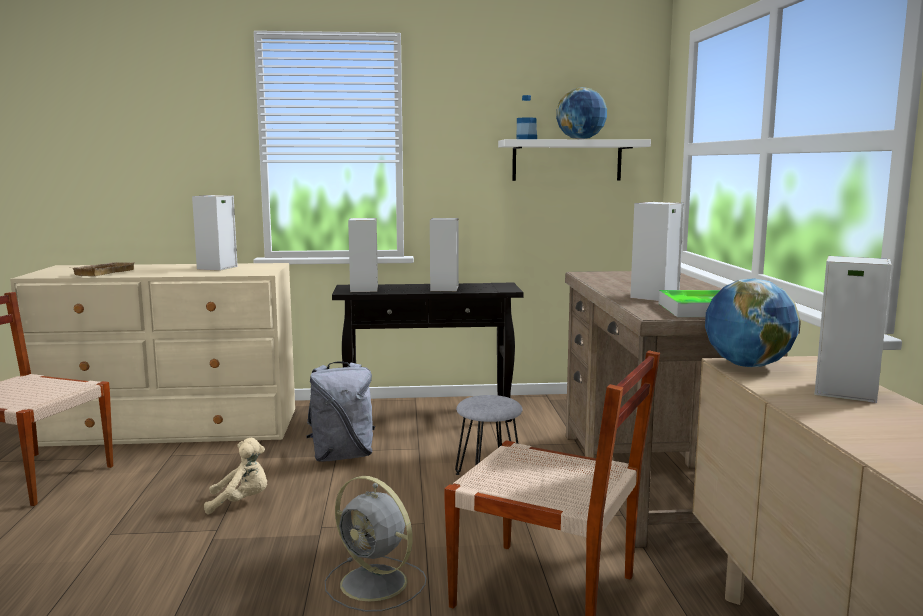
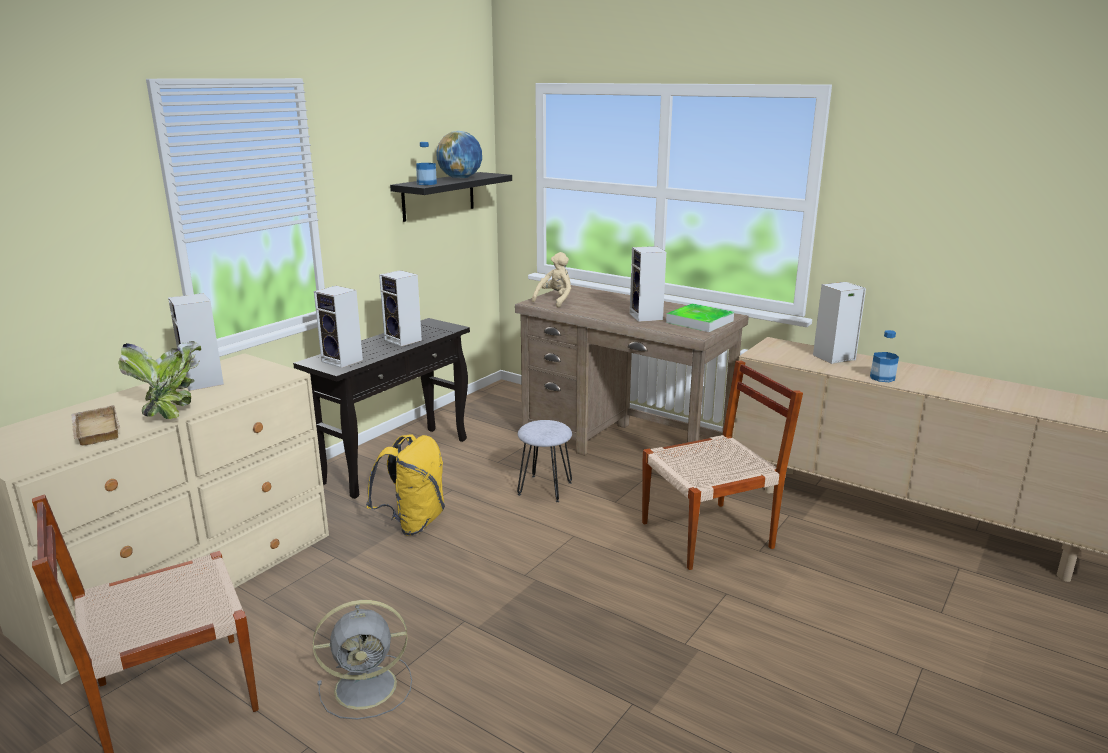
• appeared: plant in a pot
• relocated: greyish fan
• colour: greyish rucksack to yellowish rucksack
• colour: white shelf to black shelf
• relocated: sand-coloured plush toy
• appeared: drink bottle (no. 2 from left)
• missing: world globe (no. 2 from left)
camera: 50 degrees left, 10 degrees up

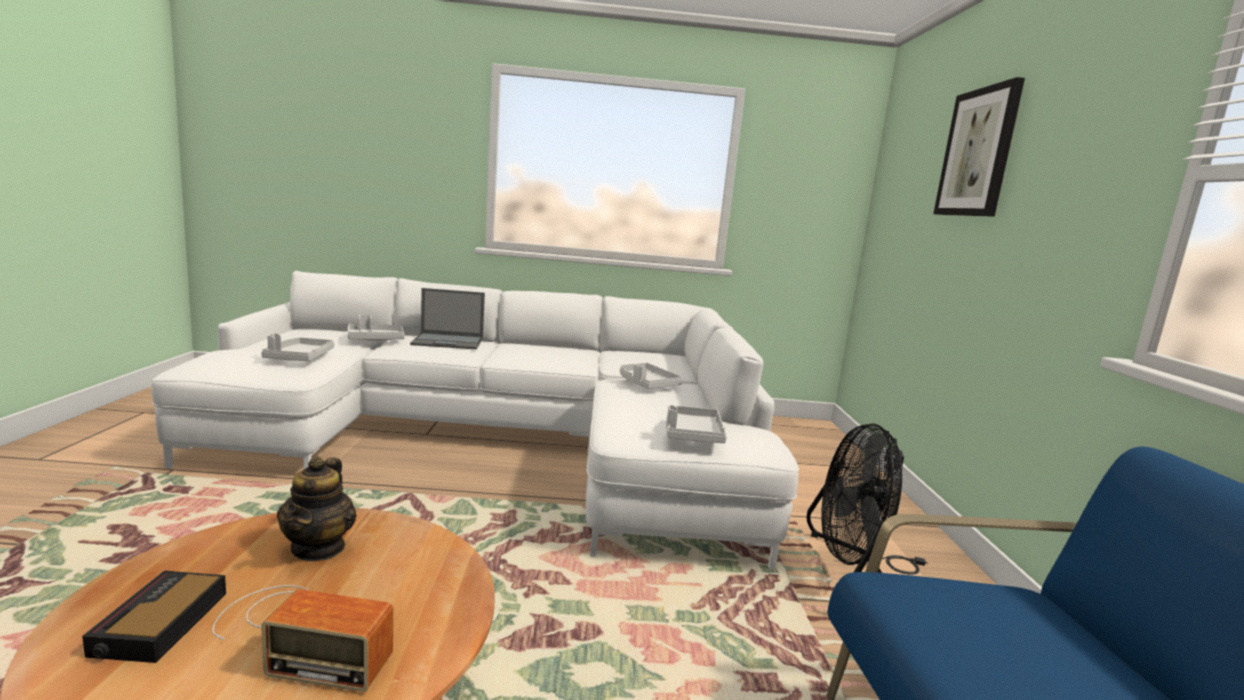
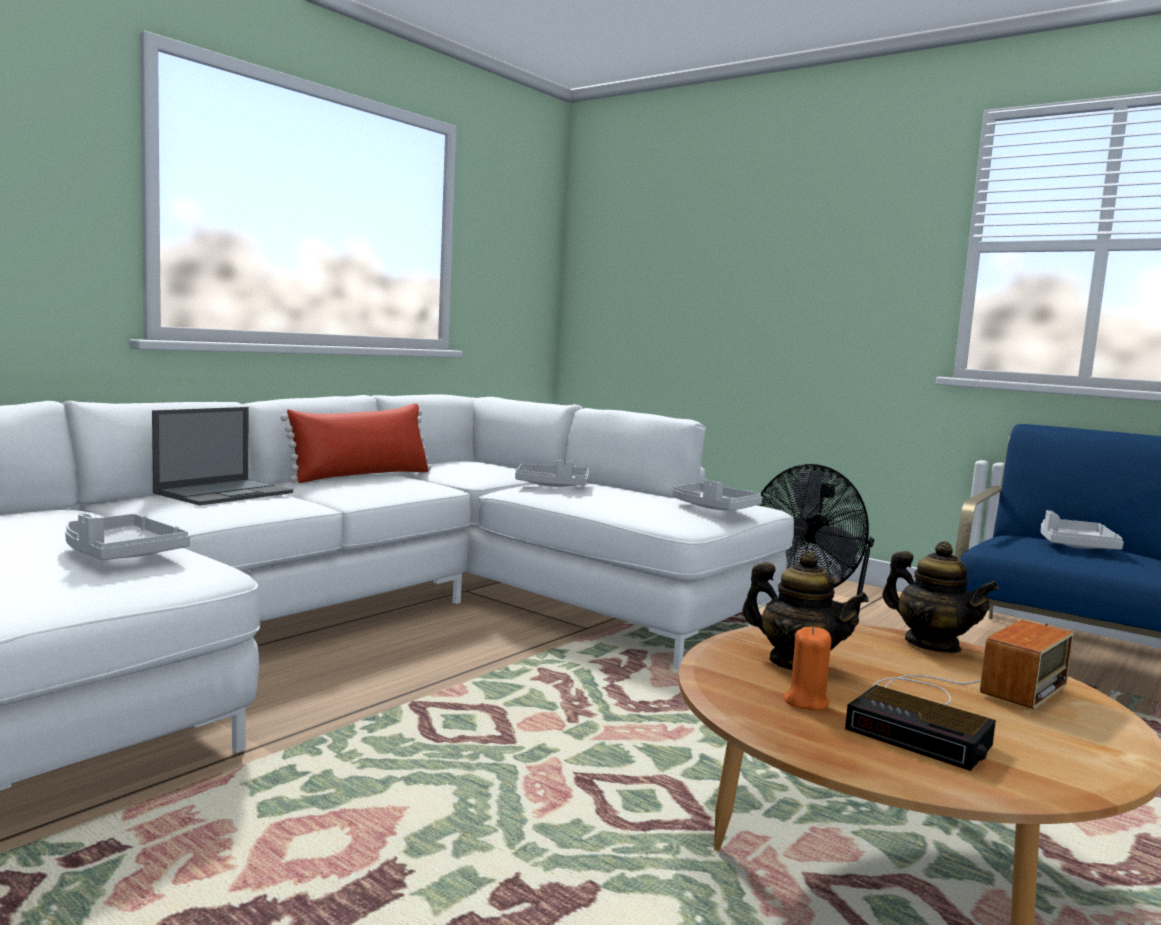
• appeared: red-coloured pillow
• appeared: orangey candle
• appeared: tea pot (no. 2 from left)
• relocated: greyish carrying tray (no. 2 from left in the first image) to greyish carrying tray (no. 4 from left)
• missing: picture
camera: 50 degrees left, 5 degrees down

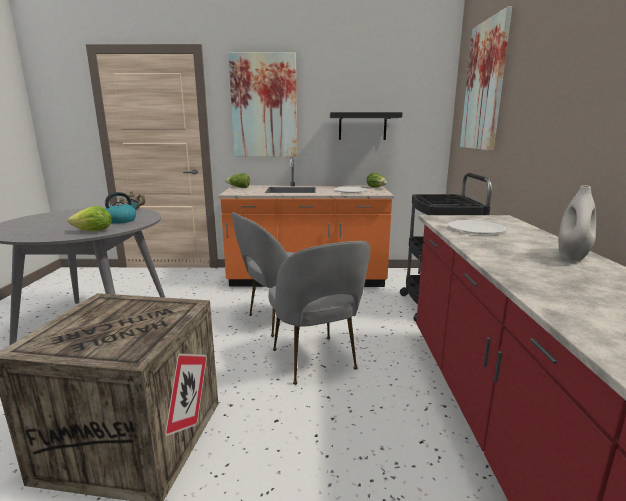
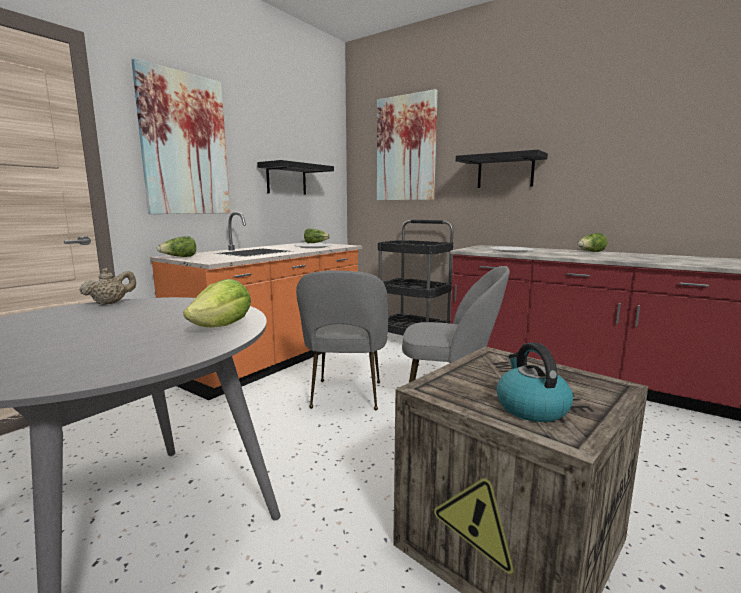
• appeared: black shelf (no. 2 from left)
• relocated: water kettle
• exchanged: white flower vase to lettuce (no. 4 from left)
camera: 55 degrees left, 5 degrees down

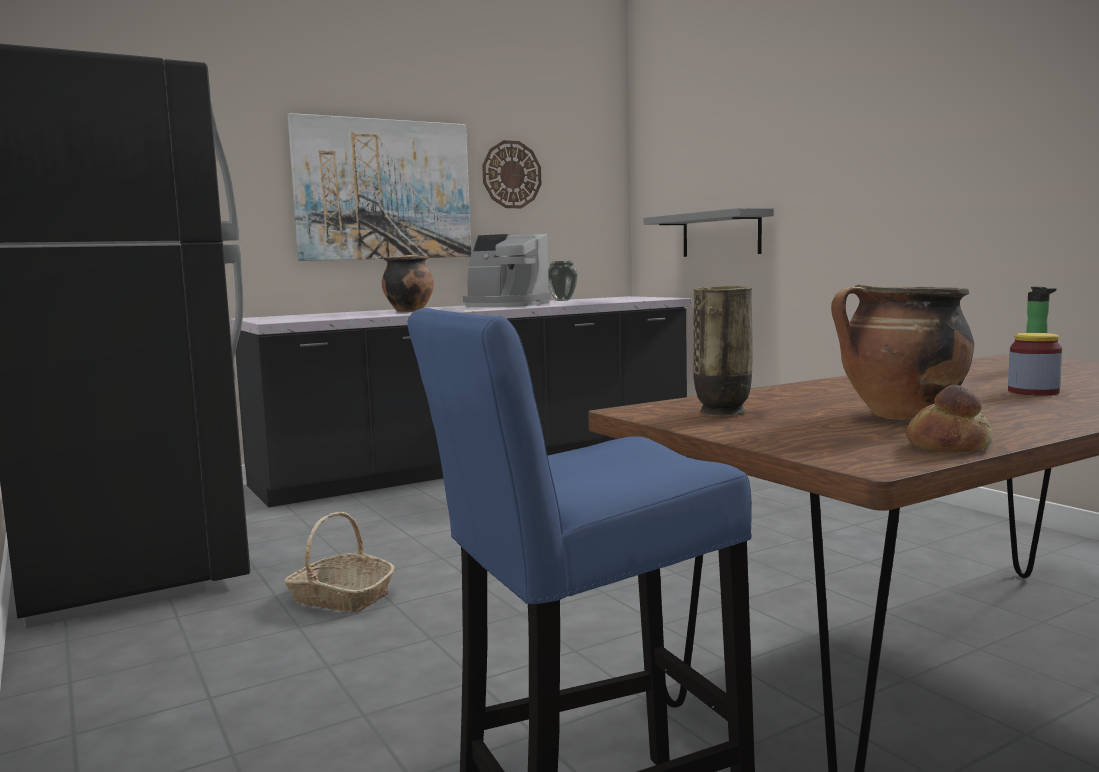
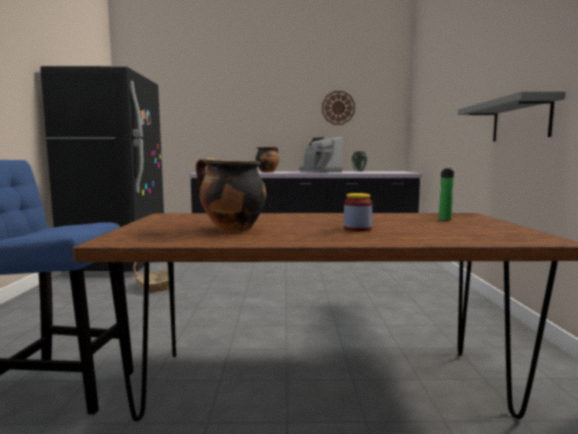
• relocated: greyish shelf
• missing: picture
• missing: flower vase (no. 2 from left)
• missing: bread
camera: 30 degrees right, 0 degrees up

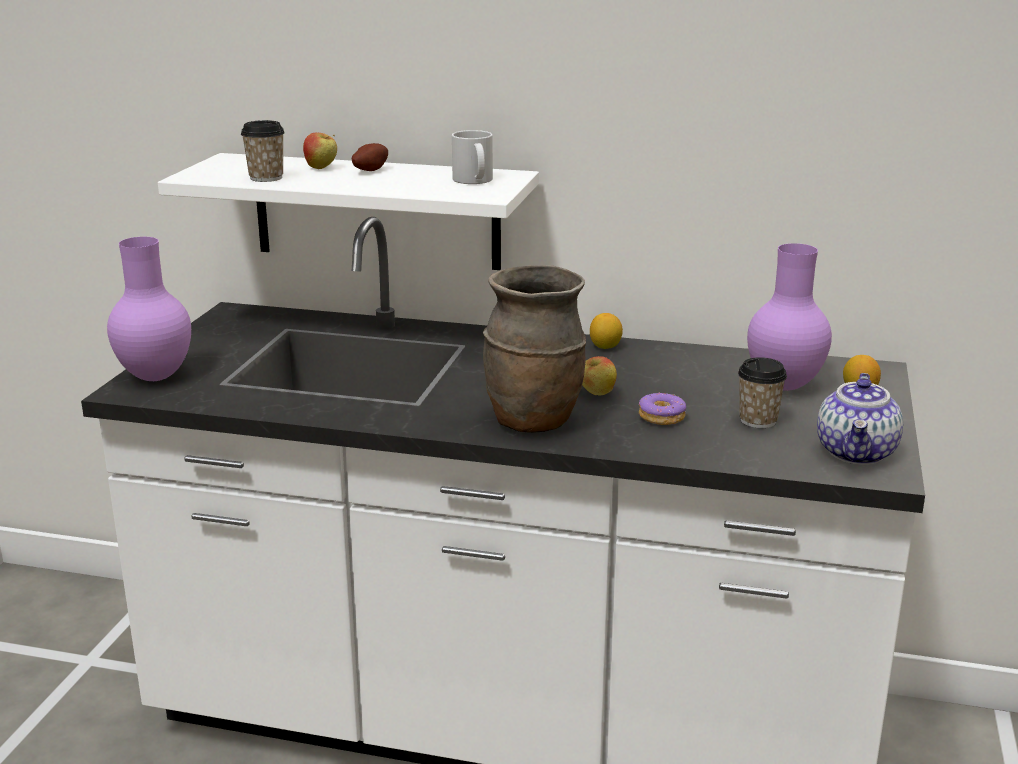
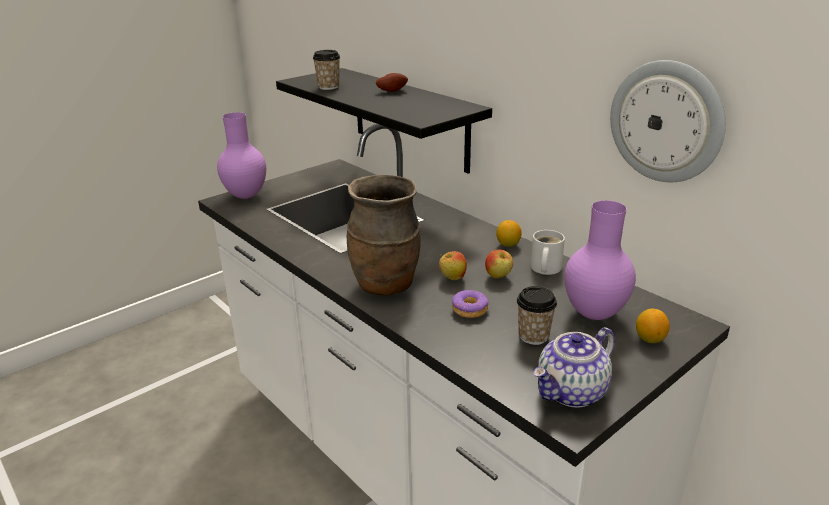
• colour: white shelf to black shelf
• relocated: apple fruit (no. 1 from left in the first image) to apple fruit (no. 2 from left)
• relocated: white mug
• appeared: clock on the wall
camera: 35 degrees right, 5 degrees up

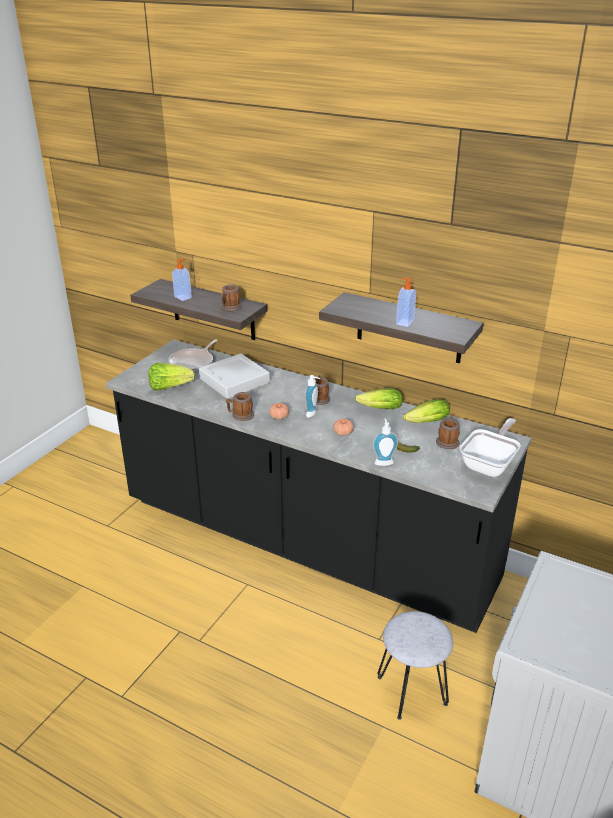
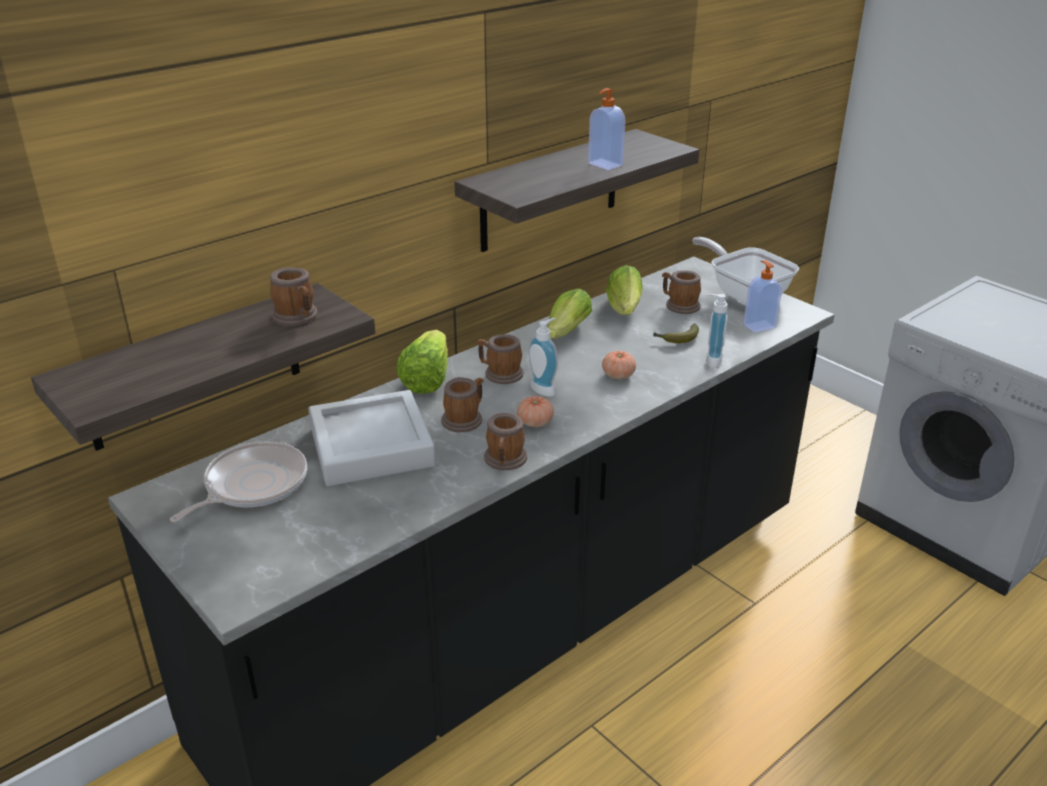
• spun: skillet (no. 1 from left) 105 degrees counterclockwise
• relocated: lettuce (no. 1 from left)
• appeared: mug (no. 2 from left)
• relocated: liquid soap bottle (no. 1 from left in the first image) to liquid soap bottle (no. 4 from left)
• missing: greyish stool
camera: 70 degrees left, 0 degrees up

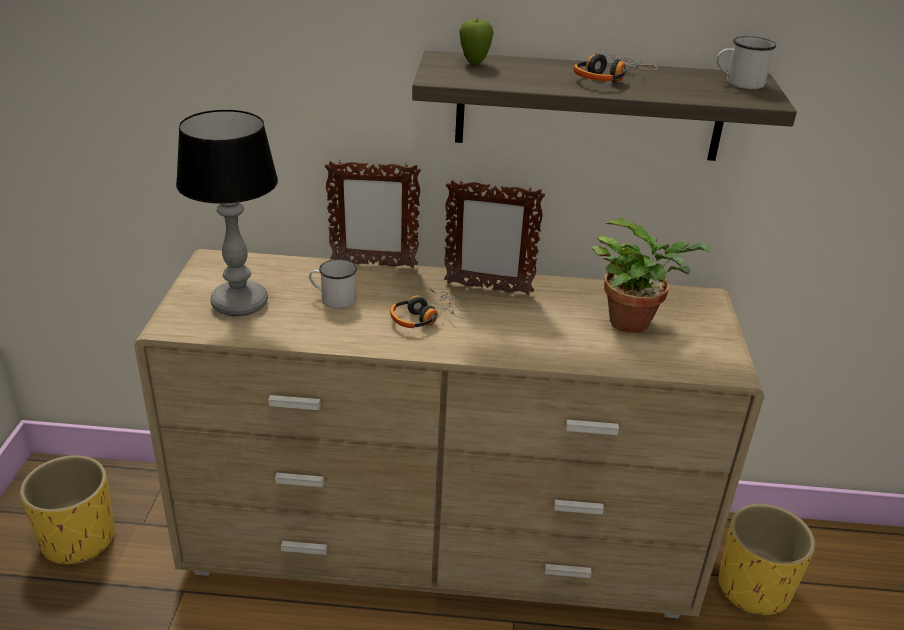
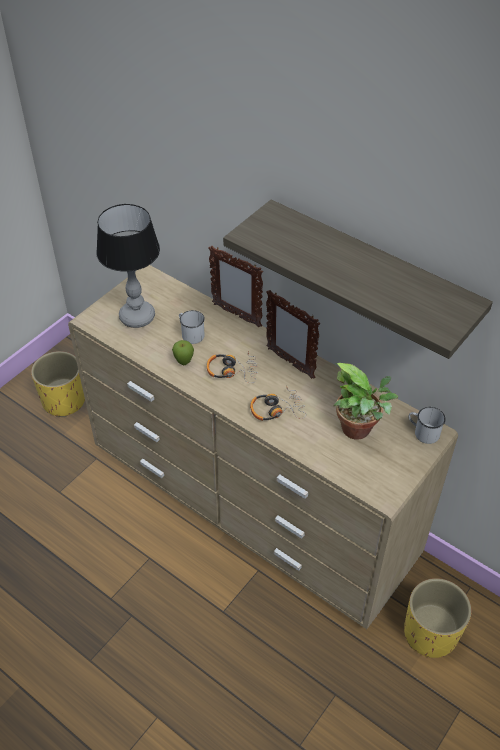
• relocated: apple fruit
• relocated: headphones (no. 2 from left)
• relocated: white mug (no. 2 from left)
camera: 35 degrees right, 15 degrees up

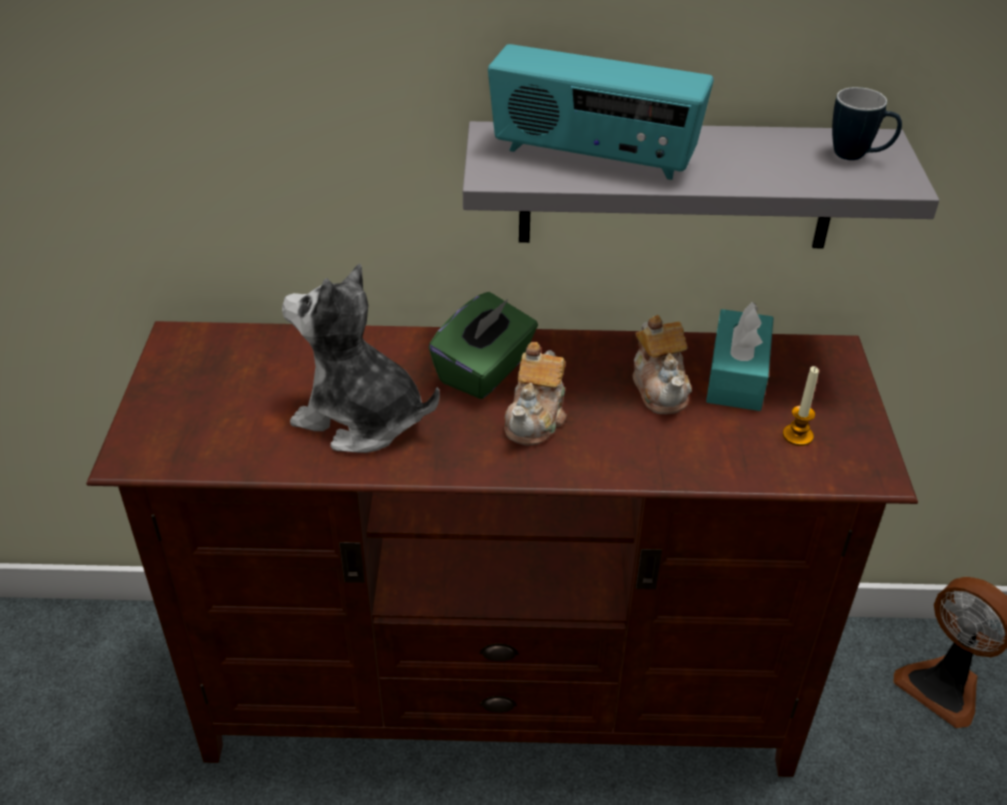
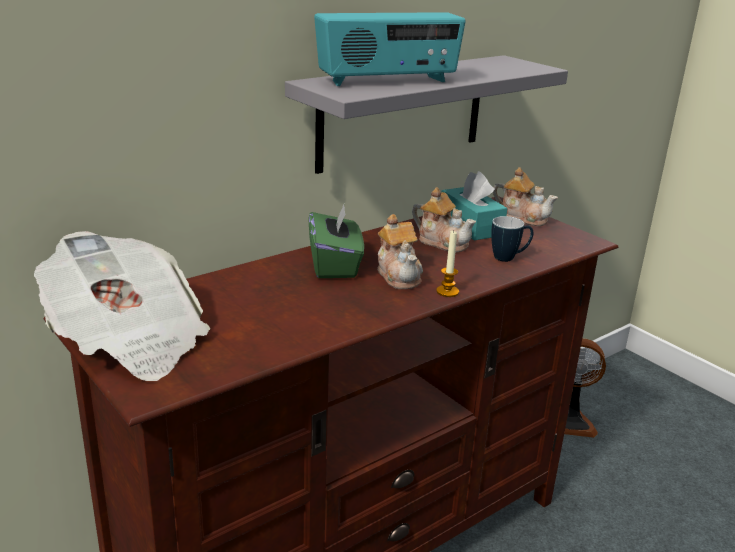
• appeared: newspaper
• relocated: candle
• relocated: mug
• appeared: tea pot (no. 3 from left)
• missing: plush toy
camera: 40 degrees left, 15 degrees down

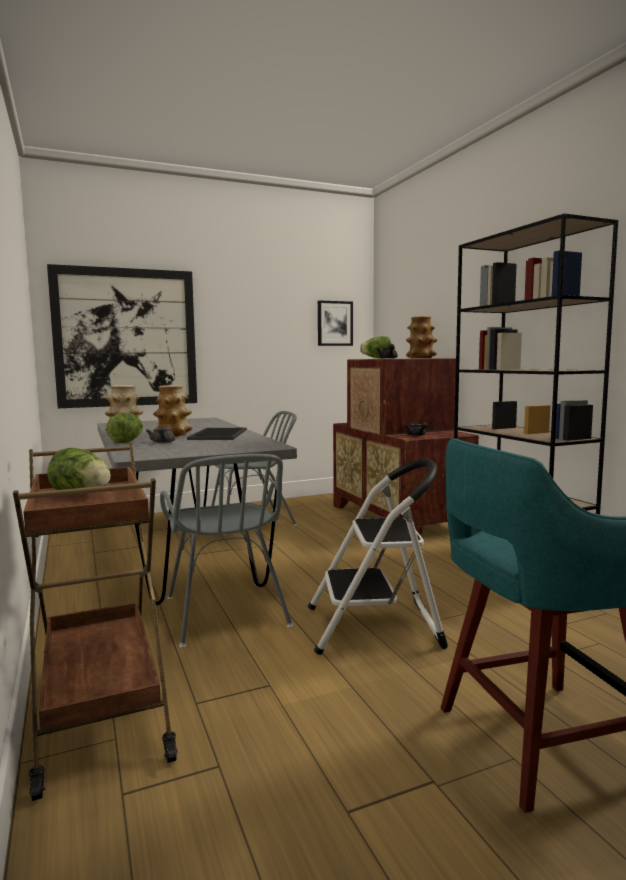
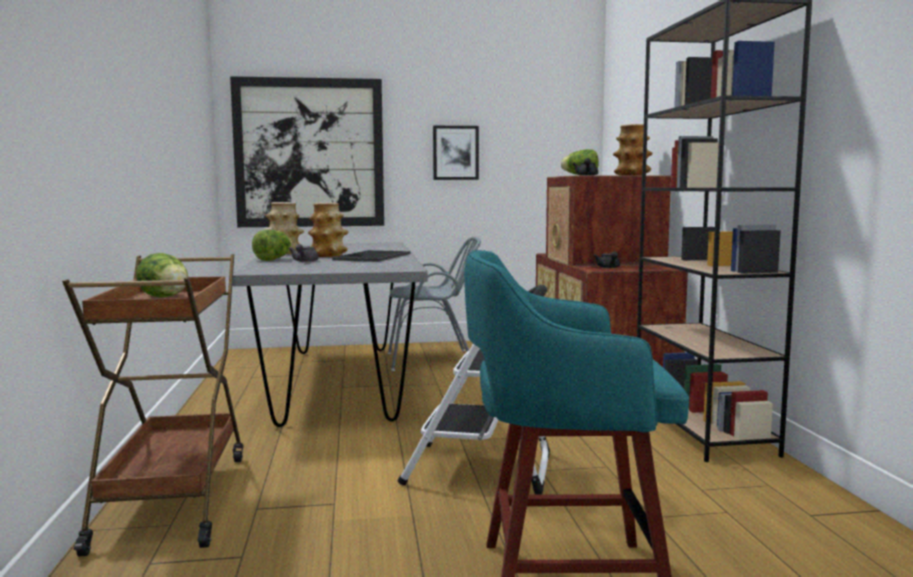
• relocated: picture (no. 2 from left)
• missing: greyish chair (no. 1 from left)
camera: 15 degrees right, 0 degrees up

